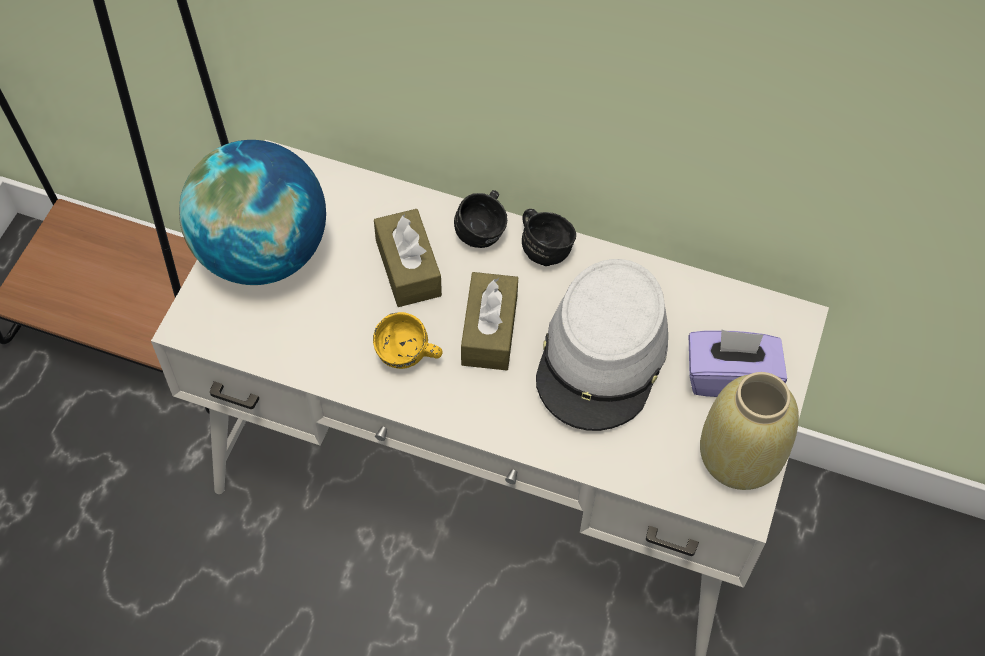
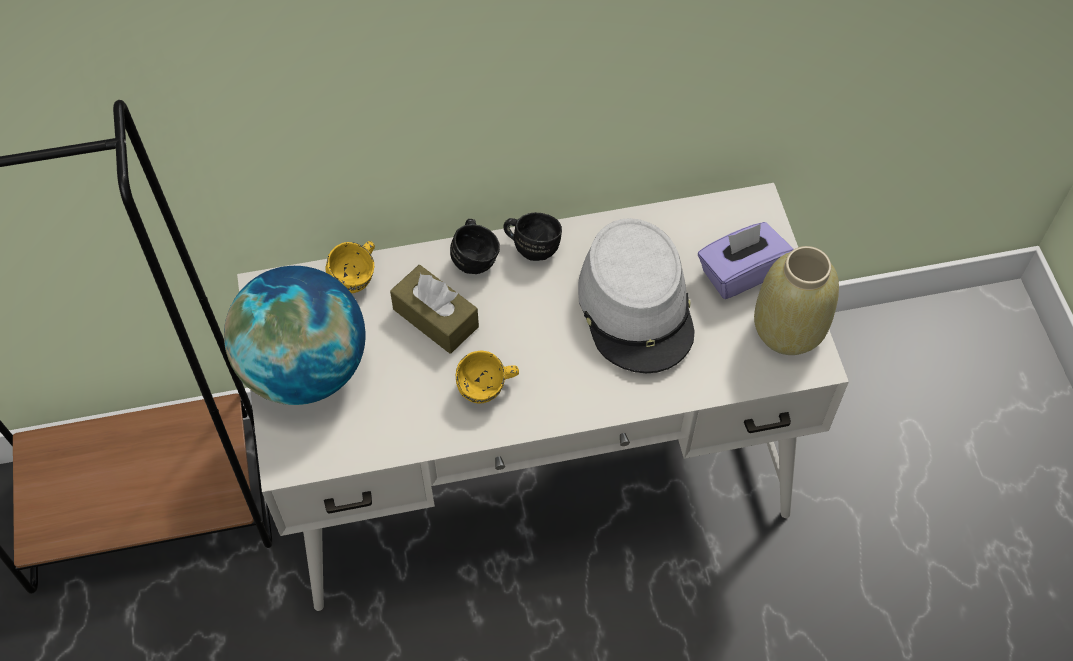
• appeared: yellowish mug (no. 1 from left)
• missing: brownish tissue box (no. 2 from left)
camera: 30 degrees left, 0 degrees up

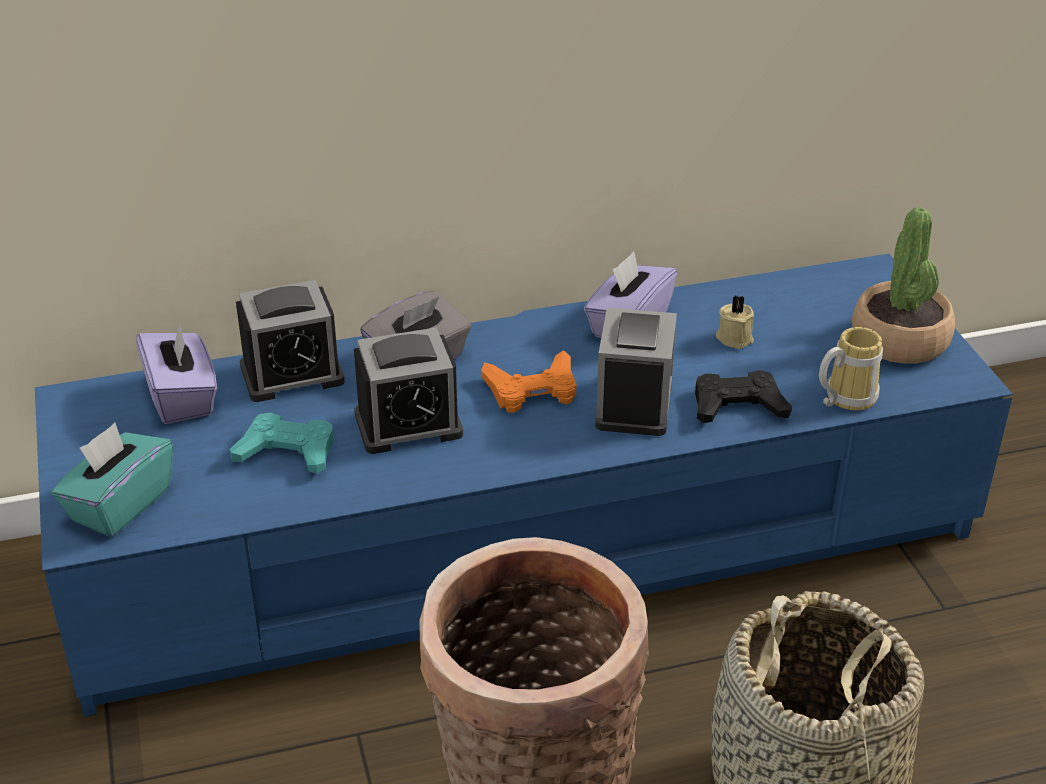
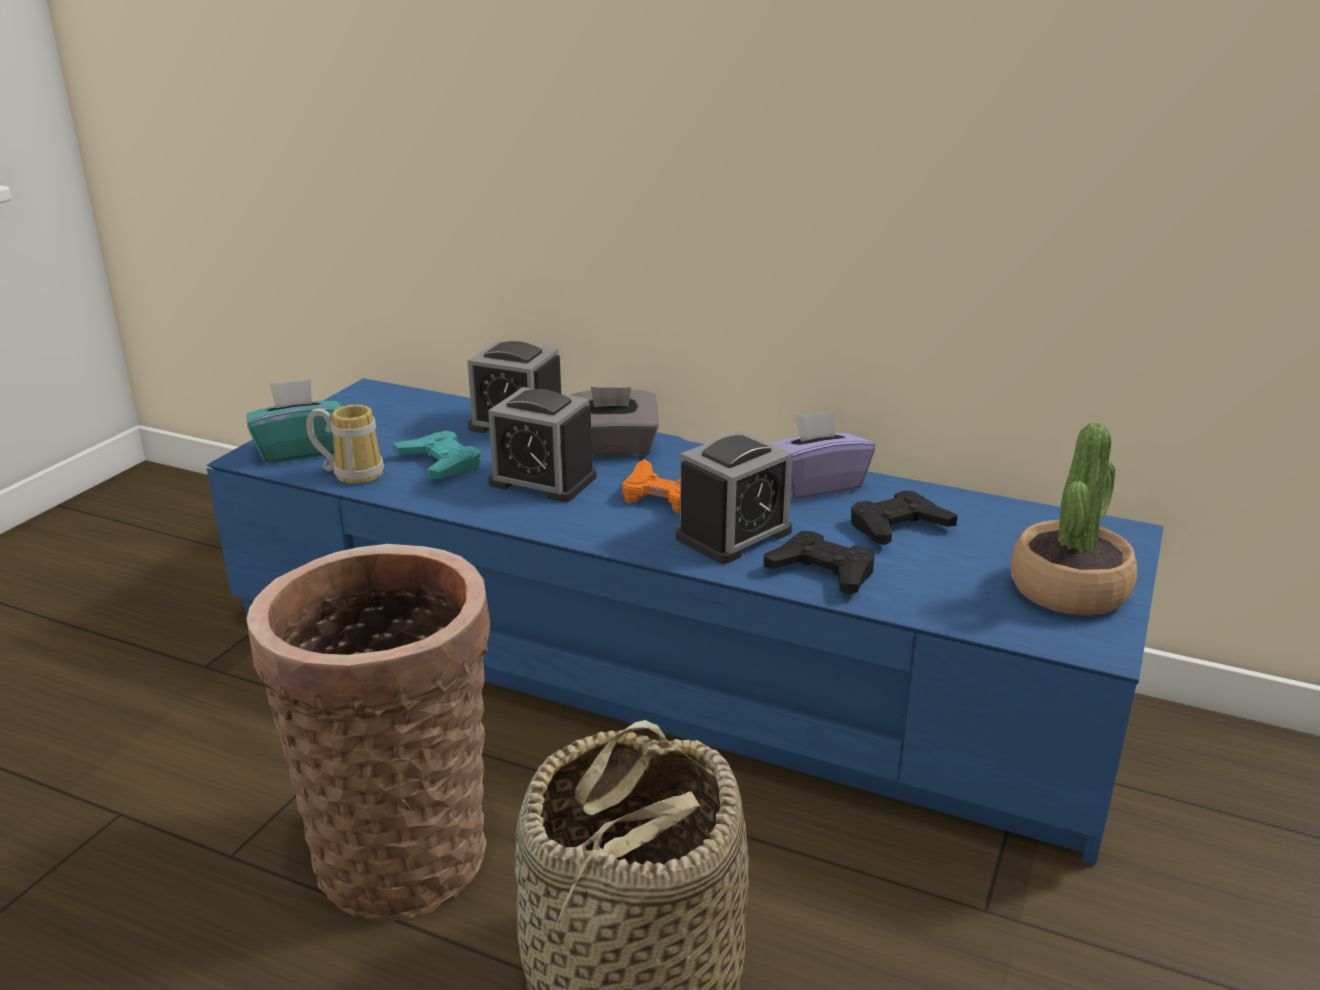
• relocated: mug
• exchanged: sand-coloured candle to black game controller (no. 2 from left)
• missing: purplish tissue box (no. 1 from left)
camera: 40 degrees right, 10 degrees down

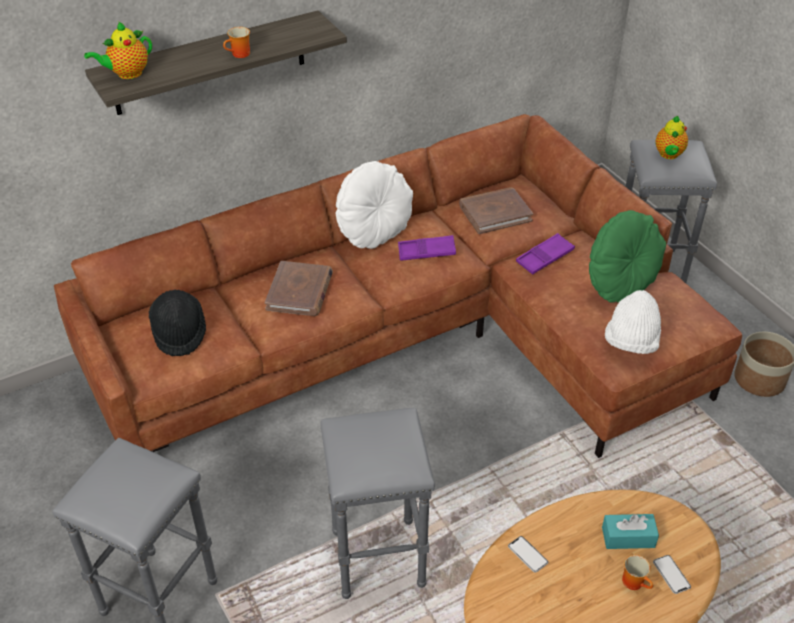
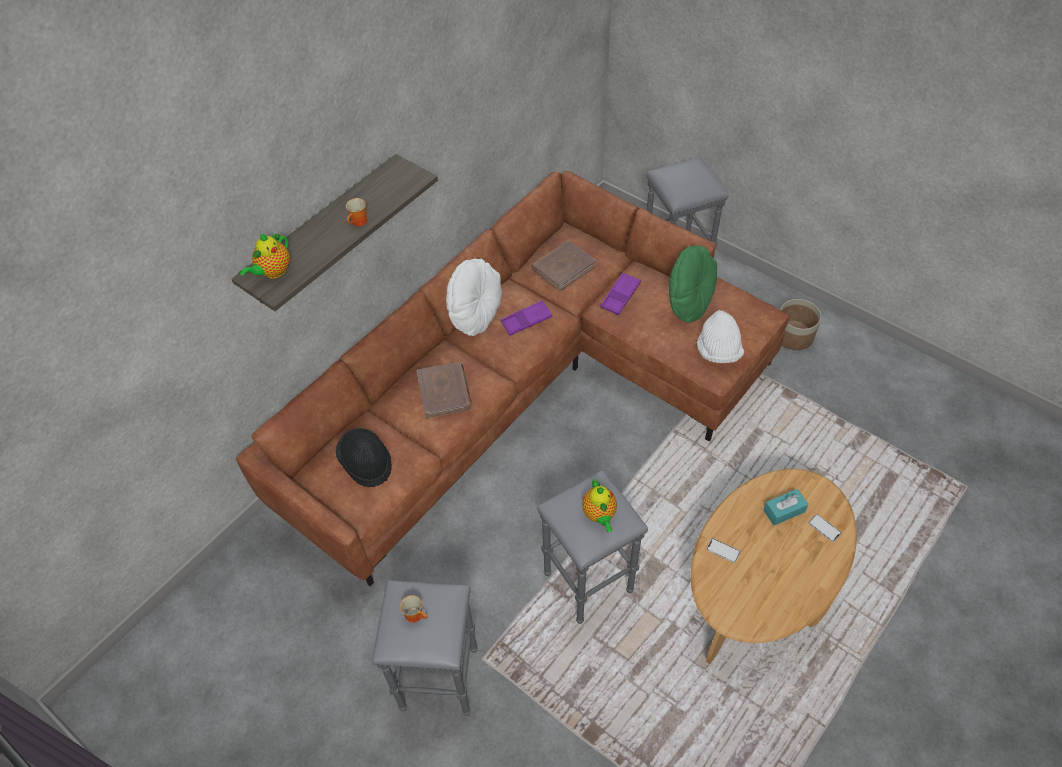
• relocated: mug (no. 2 from left)
• relocated: tea pot (no. 2 from left)
camera: 20 degrees left, 10 degrees up

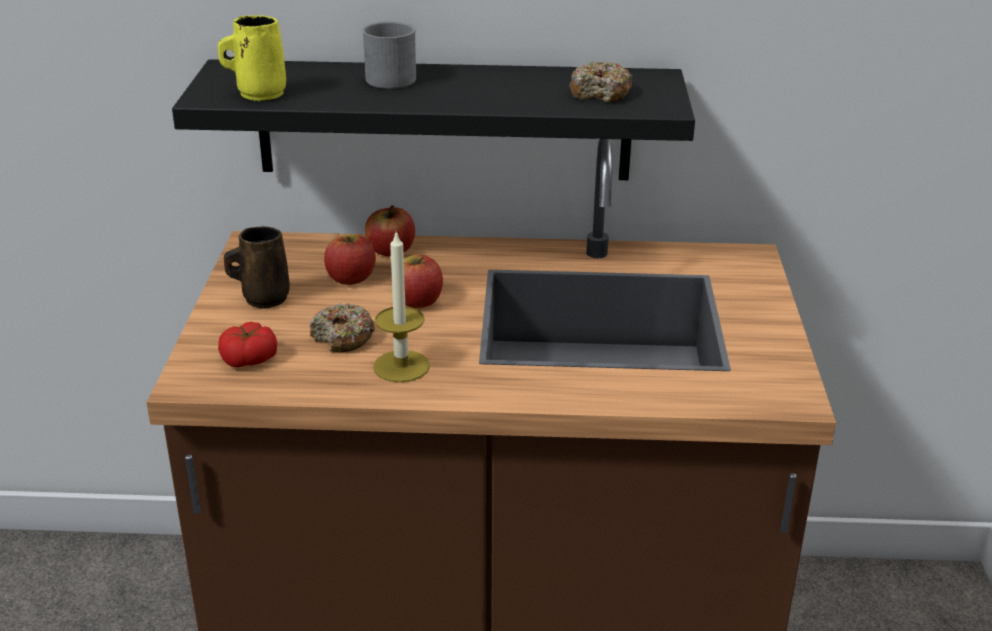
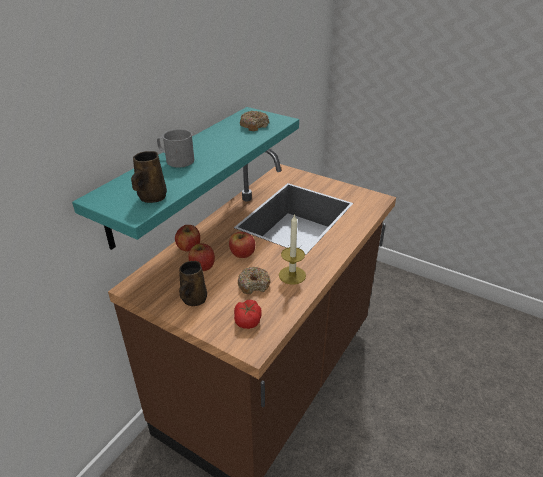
• colour: black shelf to blue-green shelf
• colour: yellowish mug to brownish mug (no. 1 from left)
camera: 60 degrees left, 5 degrees up

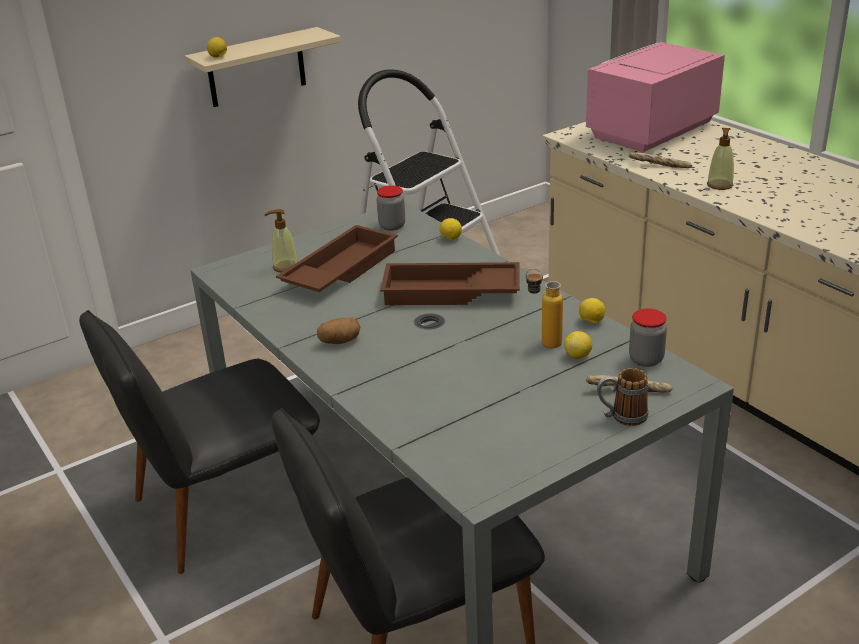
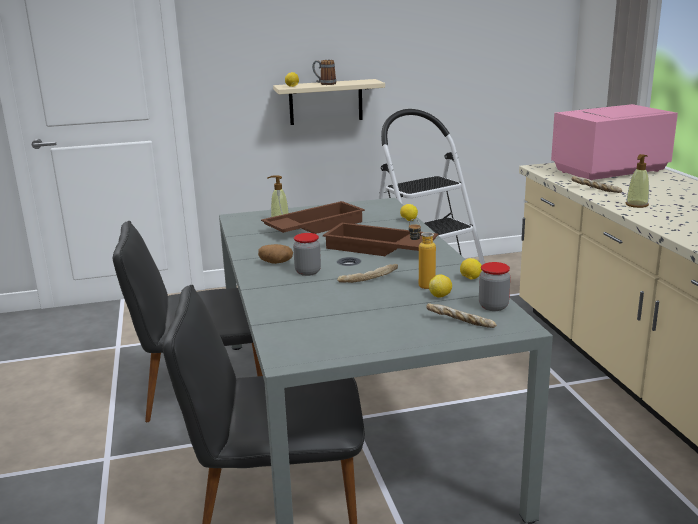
• relocated: storage jar (no. 1 from left)
• relocated: mug
• appeared: bread (no. 1 from left)
camera: 20 degrees right, 10 degrees down

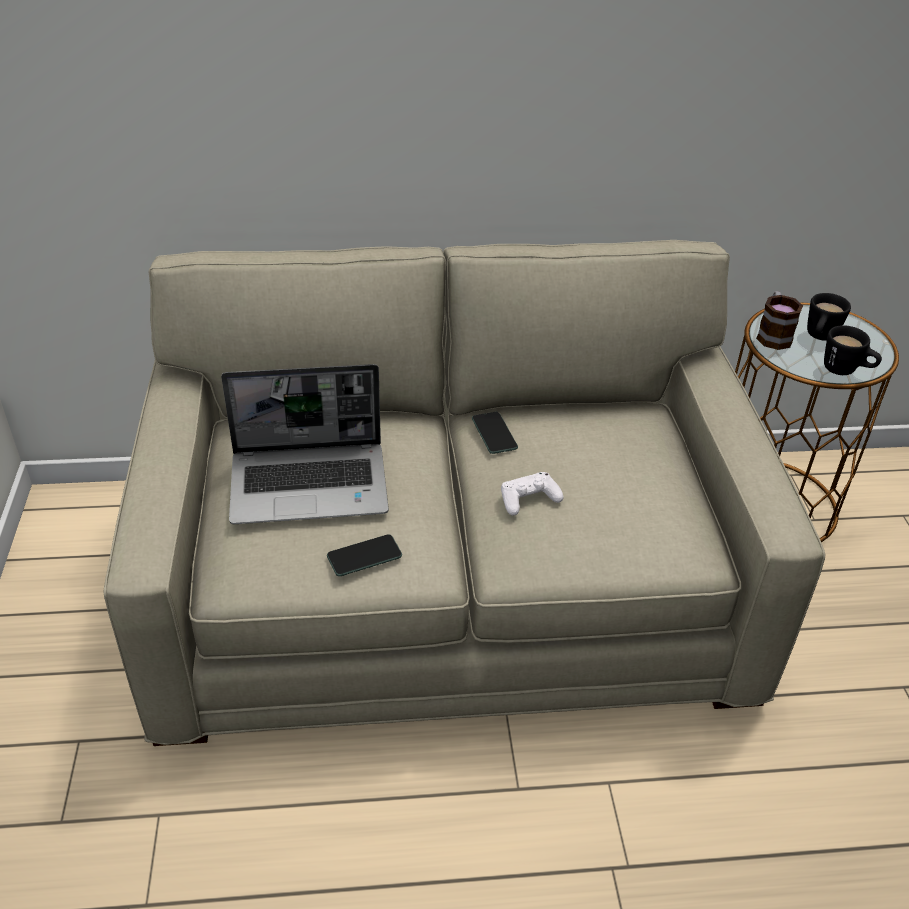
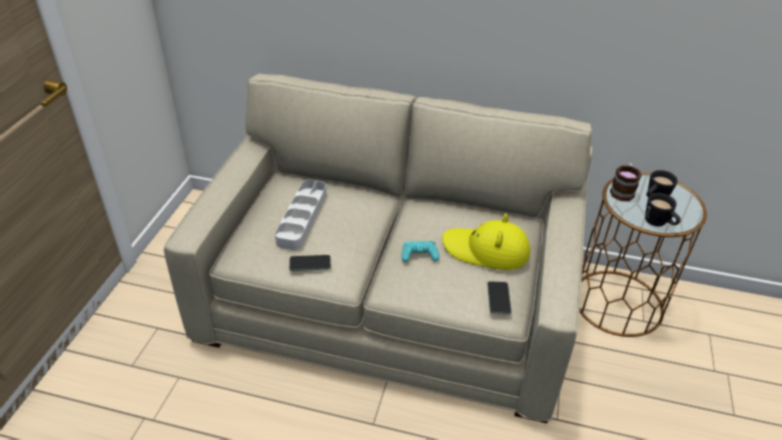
• exchanged: laptop to greyish carrying tray
• colour: white game controller to blue-green game controller
• appeared: yellowish clothing hat
• relocated: phone (no. 2 from left)
camera: 20 degrees right, 0 degrees up

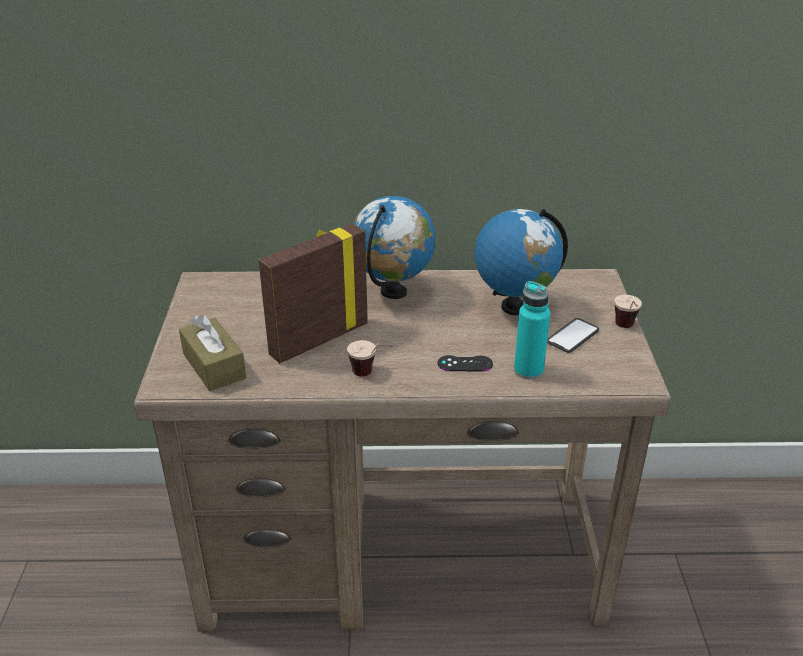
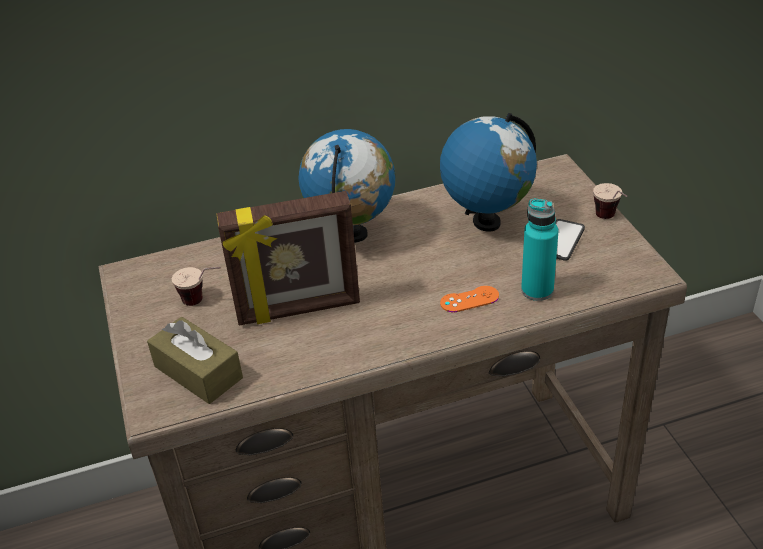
• relocated: small cup (no. 1 from left)
• spun: photo frame 135 degrees counterclockwise
• colour: black game controller to orangey game controller
camera: 15 degrees left, 5 degrees up

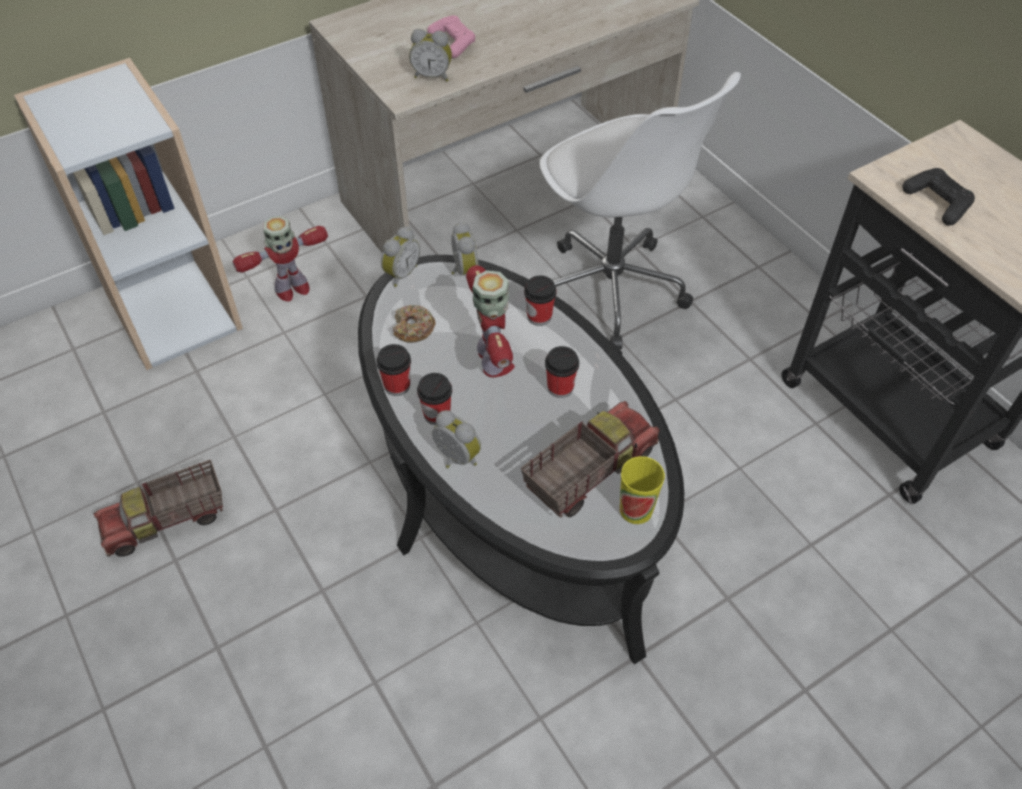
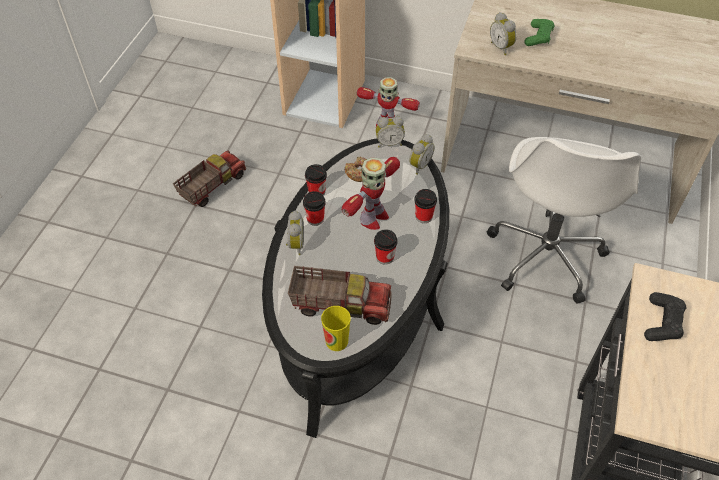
• spun: toy lorry (no. 1 from left) 105 degrees clockwise
• colour: pink-coloured game controller to greenish game controller
camera: 50 degrees right, 0 degrees up

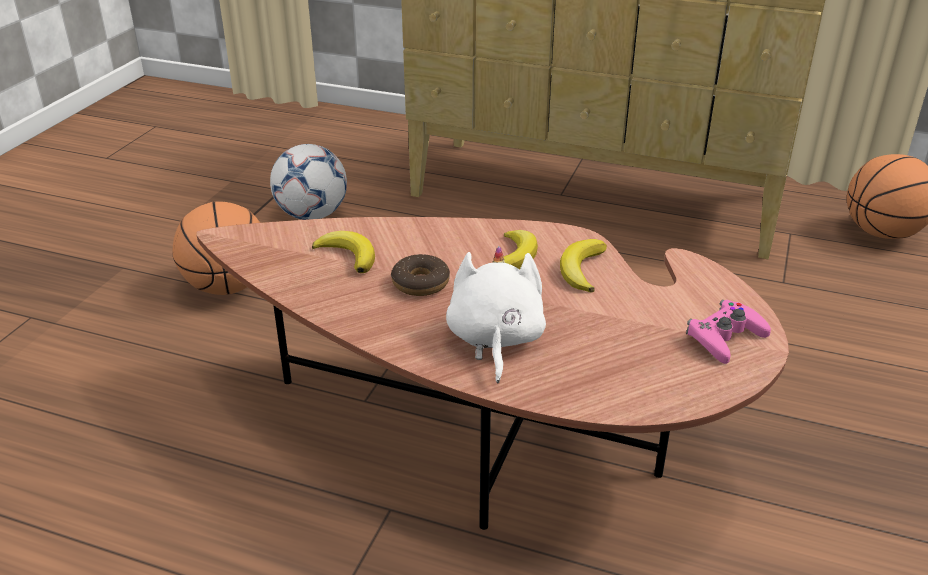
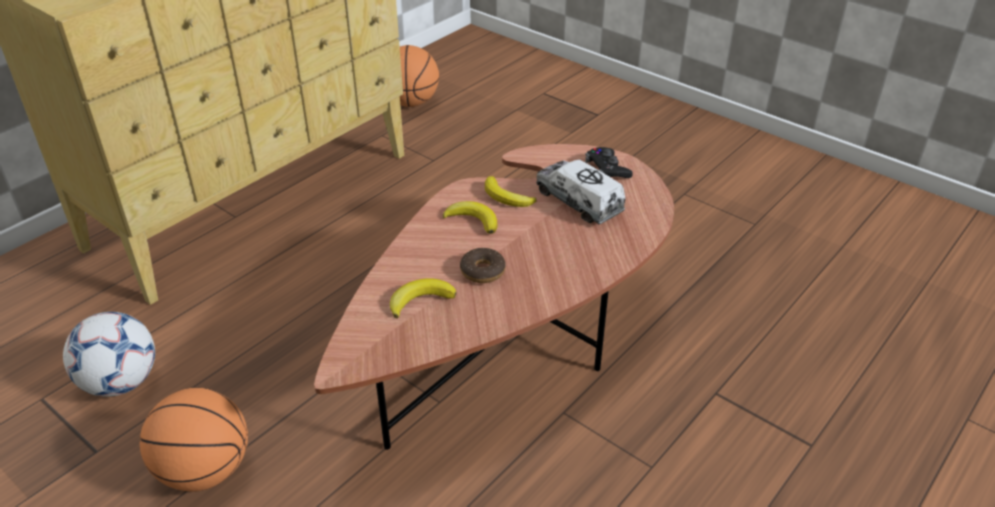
• appeared: toy lorry
• colour: pink-coloured game controller to black game controller
• missing: white plush toy
camera: 70 degrees left, 5 degrees up

